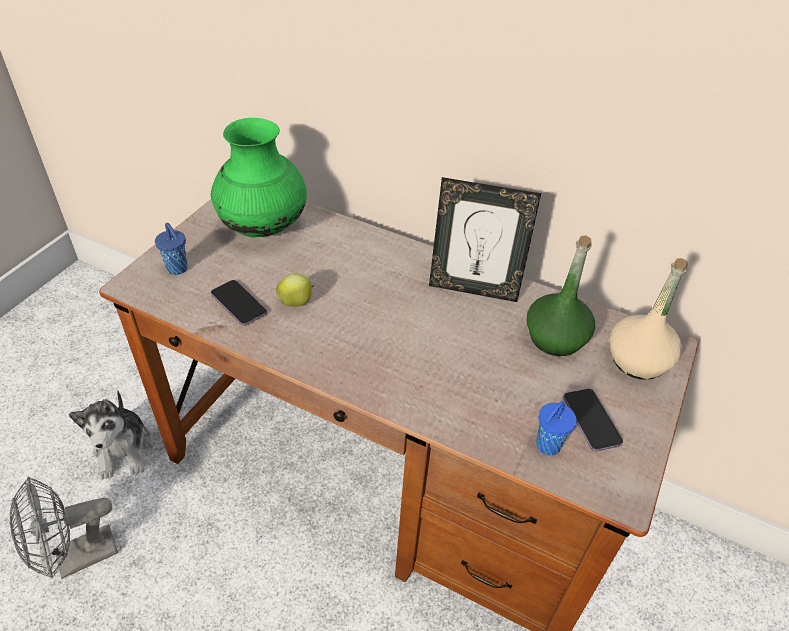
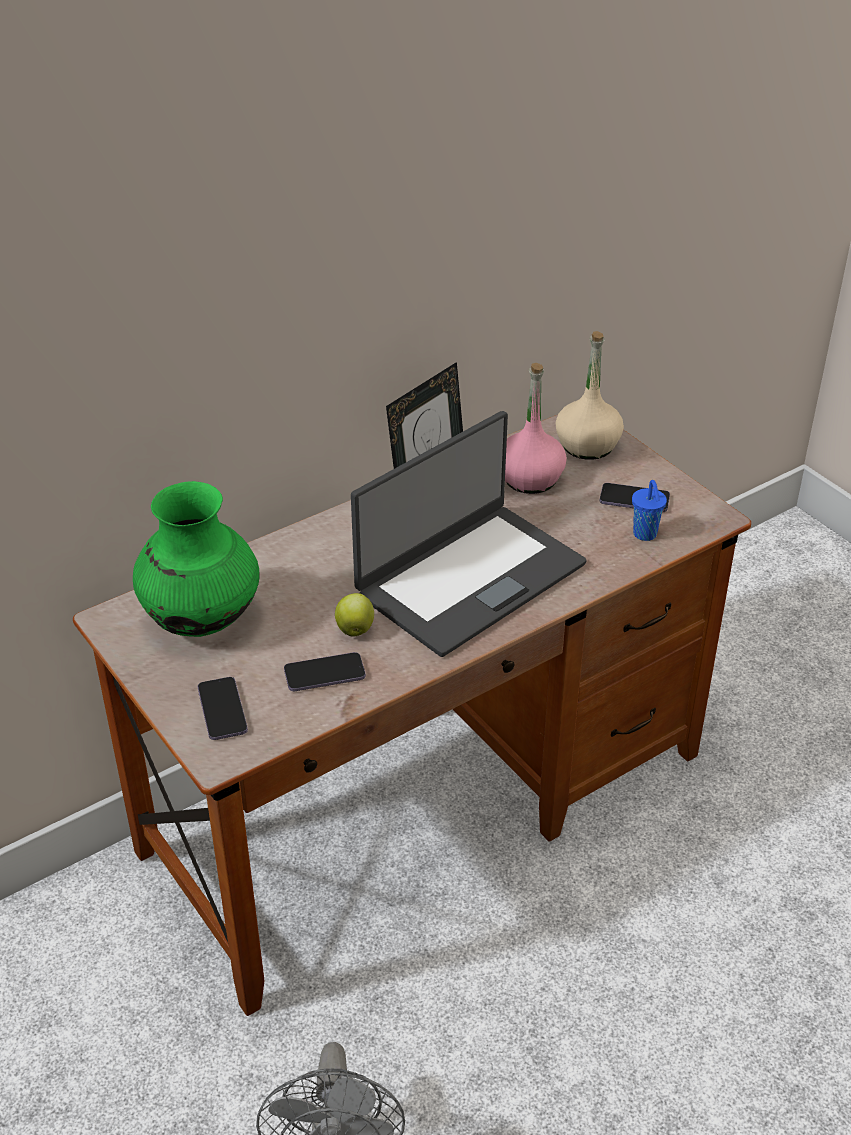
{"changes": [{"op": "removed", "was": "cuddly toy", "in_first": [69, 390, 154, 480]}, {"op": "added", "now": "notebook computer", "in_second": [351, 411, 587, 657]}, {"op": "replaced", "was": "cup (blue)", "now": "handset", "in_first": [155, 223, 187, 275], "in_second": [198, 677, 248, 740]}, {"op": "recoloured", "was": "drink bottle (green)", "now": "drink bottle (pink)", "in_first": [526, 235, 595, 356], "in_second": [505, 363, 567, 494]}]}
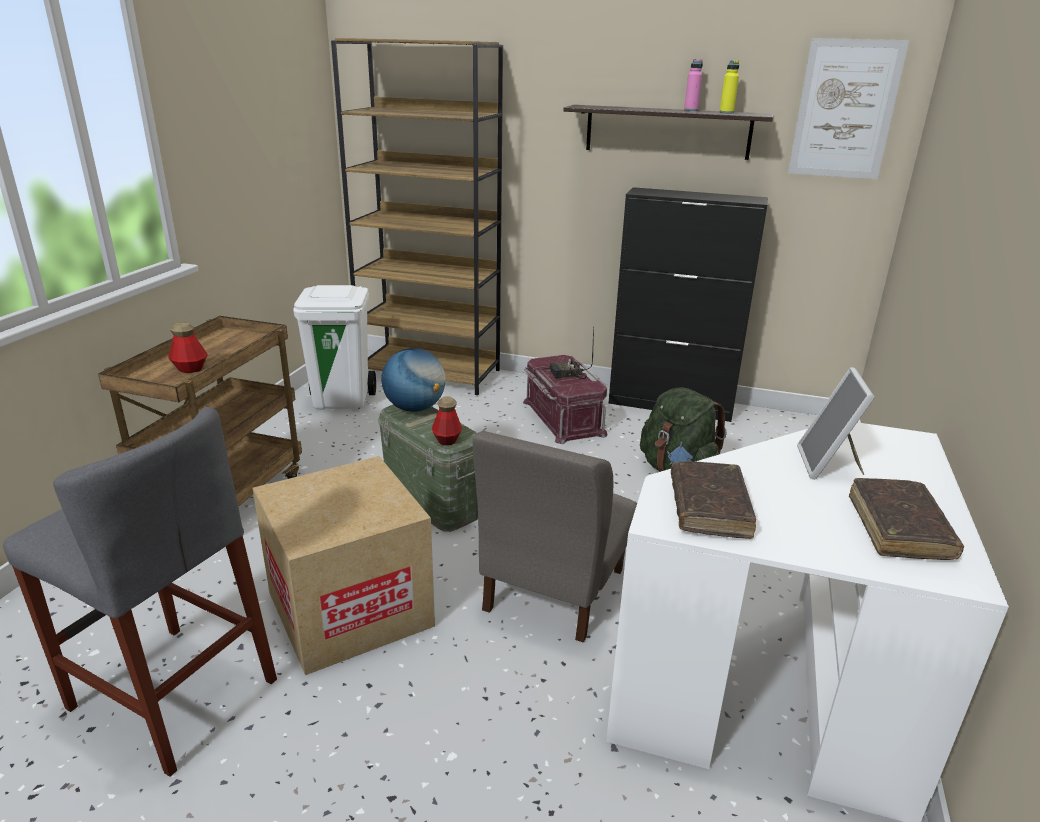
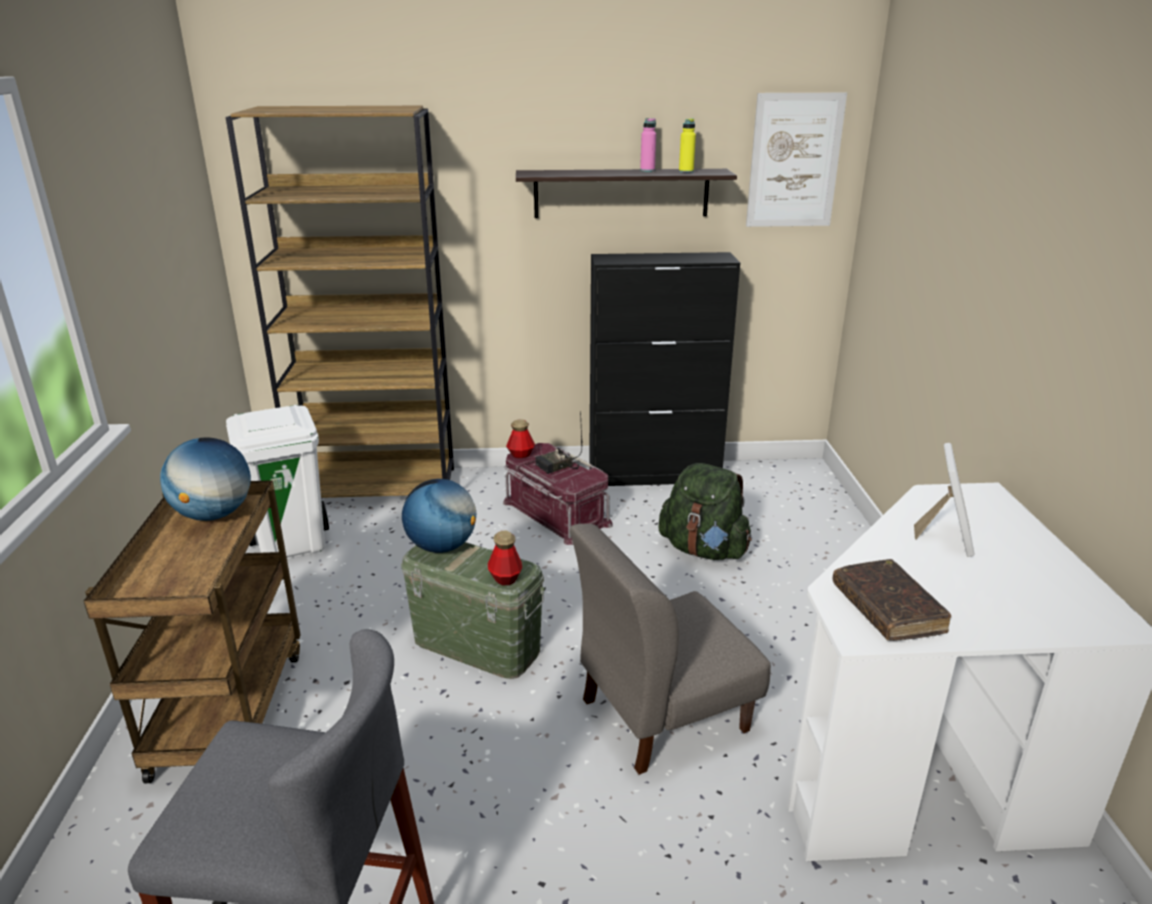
{"changes": [{"op": "removed", "was": "carton", "in_first": [253, 456, 435, 675]}, {"op": "removed", "was": "bound book (brown)", "in_first": [849, 478, 964, 560]}, {"op": "added", "now": "desk globe", "in_second": [160, 437, 251, 521]}, {"op": "moved", "was": "drink bottle", "in_first": [168, 322, 208, 373], "in_second": [506, 419, 535, 458]}, {"op": "turned", "was": "plain chair (gray)", "in_first": [473, 431, 637, 643], "in_second": [570, 524, 771, 775], "clockwise": 60}, {"op": "turned", "was": "photo frame", "in_first": [797, 367, 875, 480], "in_second": [914, 443, 975, 557], "clockwise": -150}]}
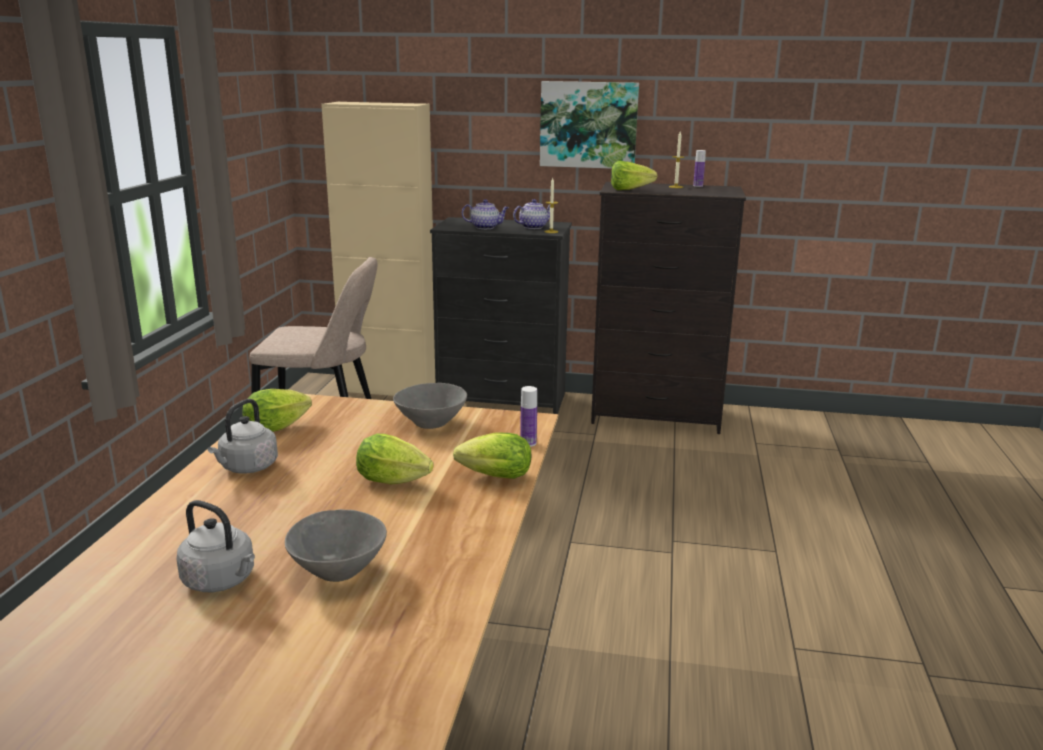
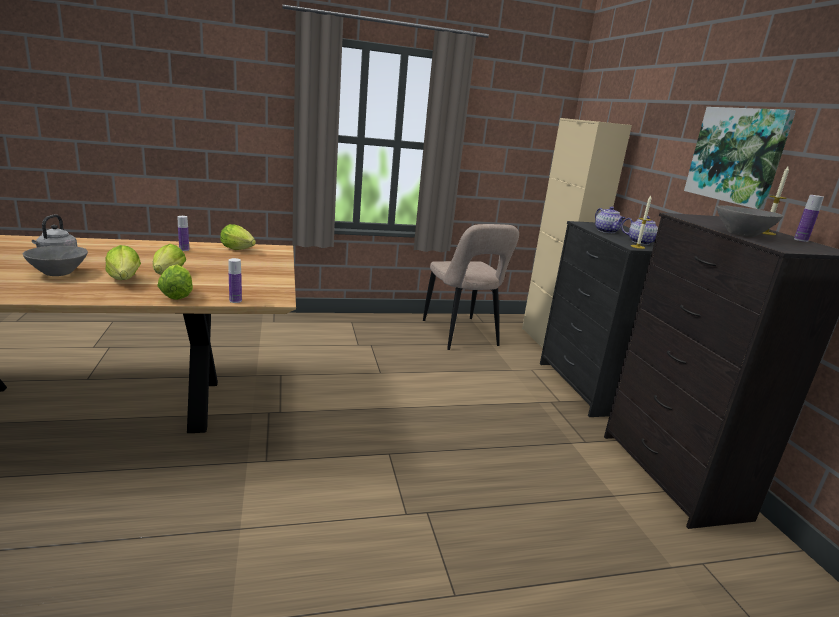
{"changes": [{"op": "moved", "was": "serving bowl (gray)", "in_first": [393, 383, 467, 429], "in_second": [716, 205, 783, 237]}, {"op": "moved", "was": "lettuce head", "in_first": [611, 161, 657, 190], "in_second": [105, 245, 141, 280]}, {"op": "replaced", "was": "water kettle (gray)", "now": "drink bottle", "in_first": [208, 399, 278, 473], "in_second": [178, 216, 189, 251]}]}
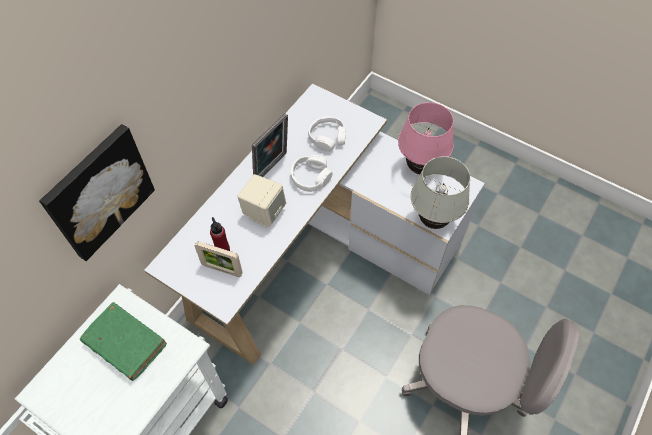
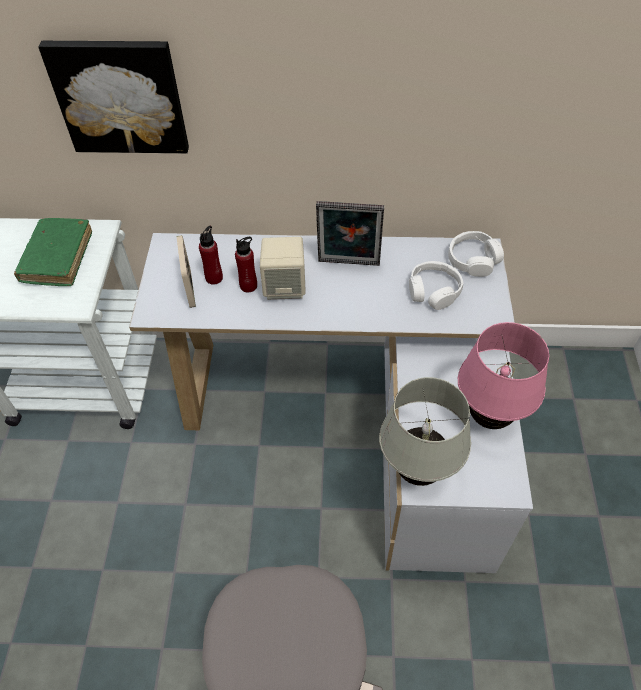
{"changes": [{"op": "added", "now": "drink bottle (reddish)", "in_second": [235, 237, 257, 292]}, {"op": "moved", "was": "headphones (whitish)", "in_first": [291, 155, 332, 192], "in_second": [448, 231, 504, 277]}]}
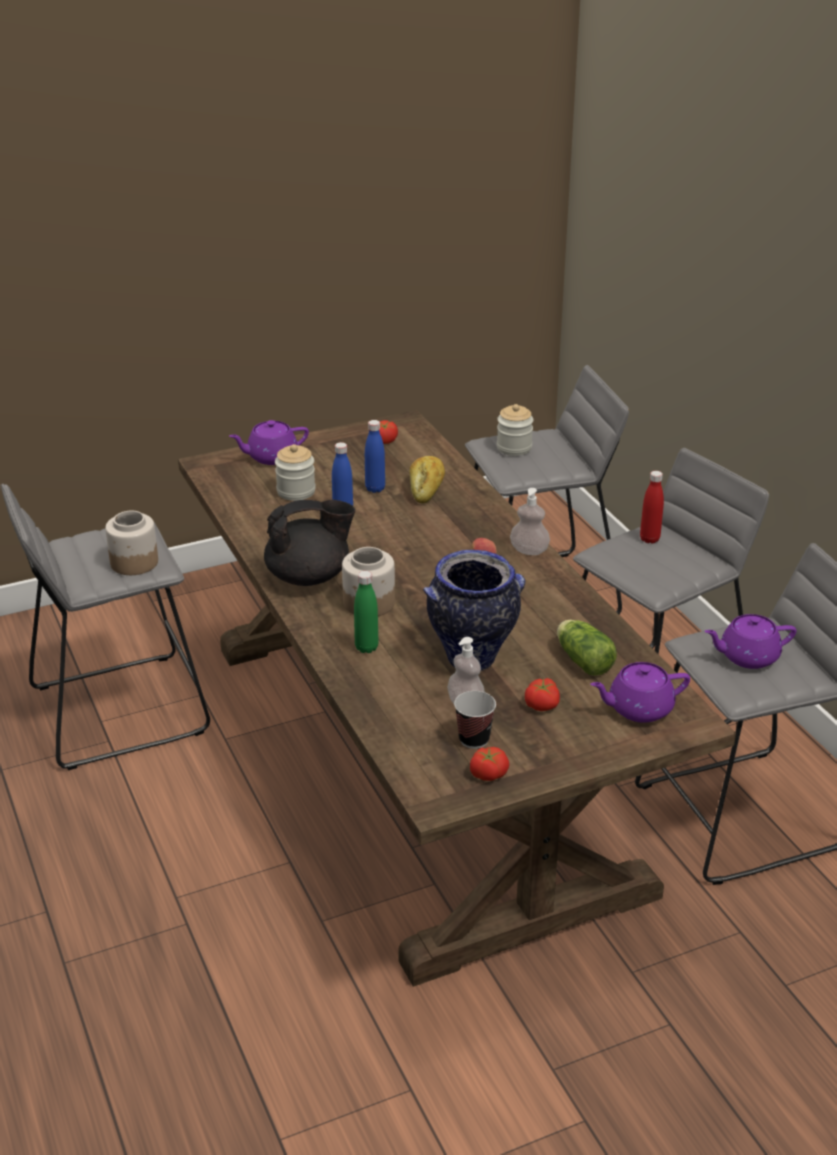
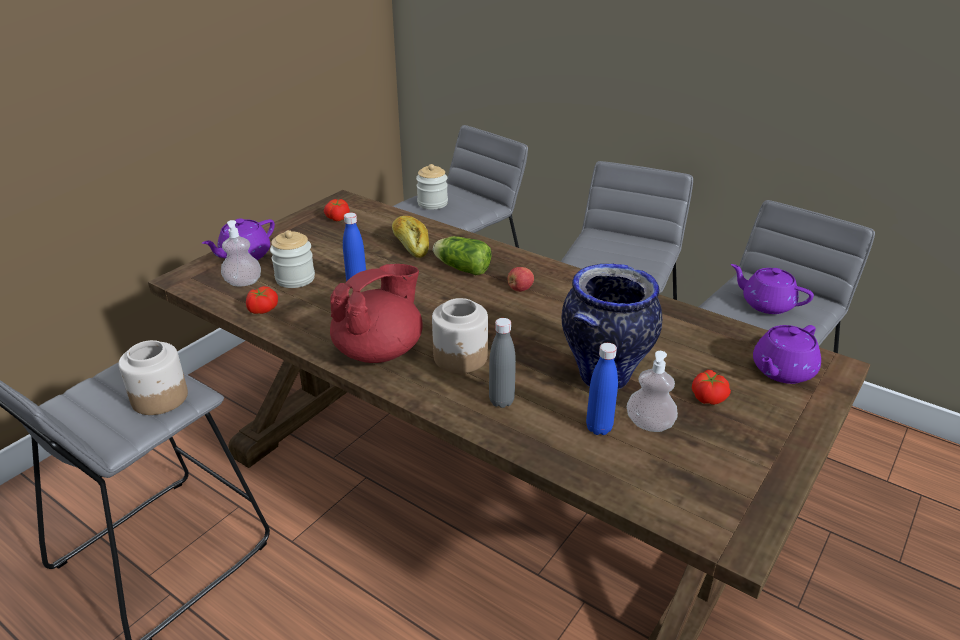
{"changes": [{"op": "removed", "was": "cup", "in_first": [454, 691, 496, 749]}, {"op": "removed", "was": "drink bottle (reddish)", "in_first": [640, 471, 664, 543]}, {"op": "moved", "was": "drink bottle (blue)", "in_first": [365, 420, 385, 493], "in_second": [586, 343, 618, 435]}, {"op": "moved", "was": "tomato", "in_first": [470, 747, 509, 781], "in_second": [246, 286, 278, 314]}, {"op": "moved", "was": "liquid soap bottle", "in_first": [510, 488, 550, 555], "in_second": [221, 220, 261, 286]}, {"op": "moved", "was": "lettuce head", "in_first": [557, 620, 617, 675], "in_second": [433, 236, 492, 275]}, {"op": "recoloured", "was": "tea pot (blackish)", "now": "tea pot (reddish)", "in_first": [264, 500, 355, 586], "in_second": [330, 264, 423, 363]}, {"op": "recoloured", "was": "drink bottle (green)", "now": "drink bottle (gray)", "in_first": [354, 571, 379, 653], "in_second": [489, 318, 516, 408]}, {"op": "turned", "was": "tea pot (purplish)", "in_first": [704, 614, 796, 669], "in_second": [731, 264, 814, 314], "clockwise": 75}]}
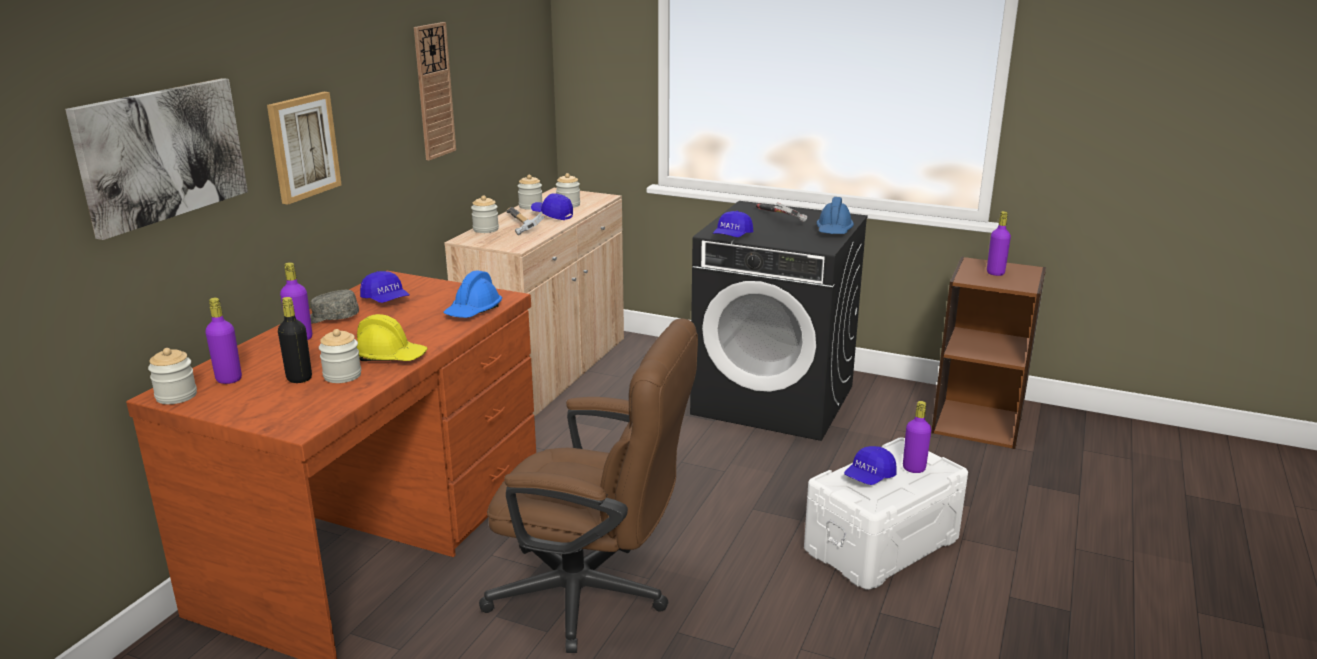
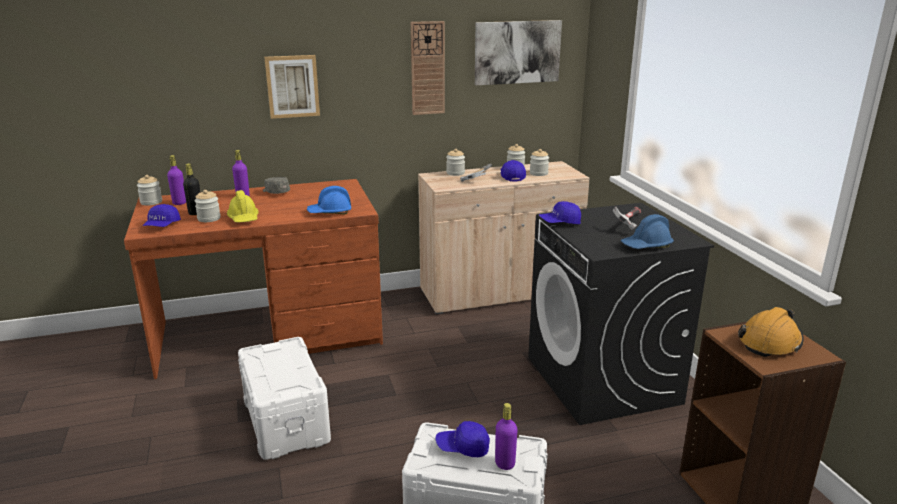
{"changes": [{"op": "moved", "was": "picture", "in_first": [65, 78, 248, 240], "in_second": [475, 20, 562, 85]}, {"op": "moved", "was": "cap (blue)", "in_first": [360, 271, 410, 303], "in_second": [143, 204, 181, 227]}, {"op": "replaced", "was": "office chair (brown)", "now": "storage container (whitish)", "in_first": [479, 318, 698, 653], "in_second": [238, 337, 331, 460]}, {"op": "replaced", "was": "drink bottle (purplish)", "now": "safety helmet (orange-coloured)", "in_first": [987, 211, 1011, 276], "in_second": [738, 307, 804, 357]}]}
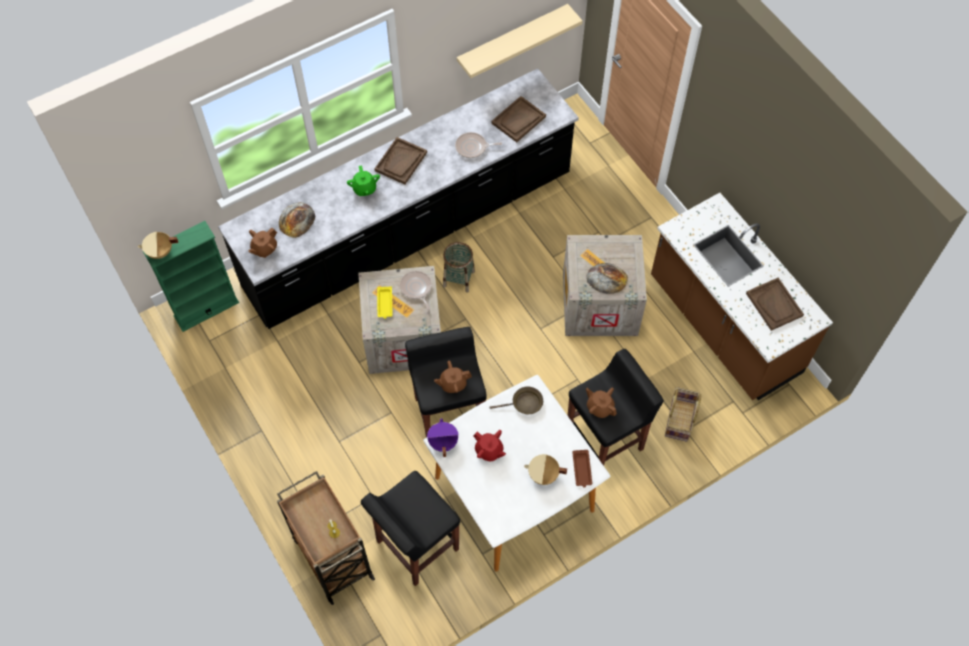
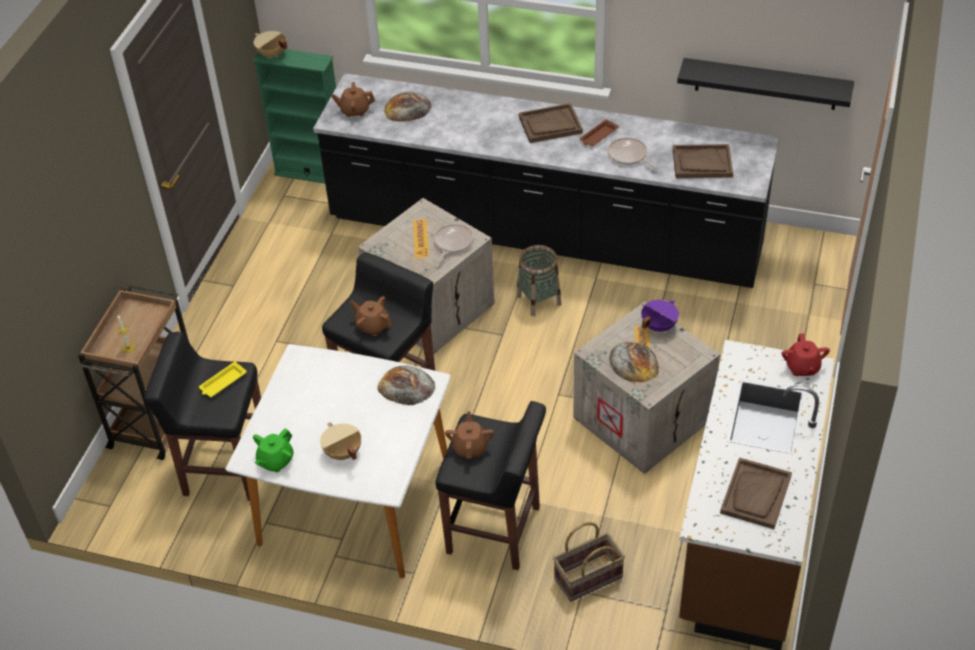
{"changes": [{"op": "moved", "was": "tea pot (green)", "in_first": [347, 165, 380, 196], "in_second": [253, 428, 294, 473]}, {"op": "moved", "was": "carrying tray (yellowish)", "in_first": [377, 287, 392, 319], "in_second": [199, 361, 247, 397]}, {"op": "moved", "was": "saucepot (purplish)", "in_first": [427, 418, 459, 457], "in_second": [641, 300, 679, 332]}, {"op": "moved", "was": "tea pot (reddish)", "in_first": [474, 430, 506, 461], "in_second": [782, 333, 830, 376]}, {"op": "moved", "was": "carrying tray (brown)", "in_first": [572, 450, 592, 488], "in_second": [580, 119, 619, 147]}, {"op": "replaced", "was": "frying pan (brown)", "now": "bakery bread", "in_first": [489, 387, 543, 414], "in_second": [377, 366, 435, 405]}, {"op": "recoloured", "was": "wall shelf (sand-coloured)", "now": "wall shelf (blackish)", "in_first": [457, 4, 583, 78], "in_second": [677, 58, 854, 110]}]}
